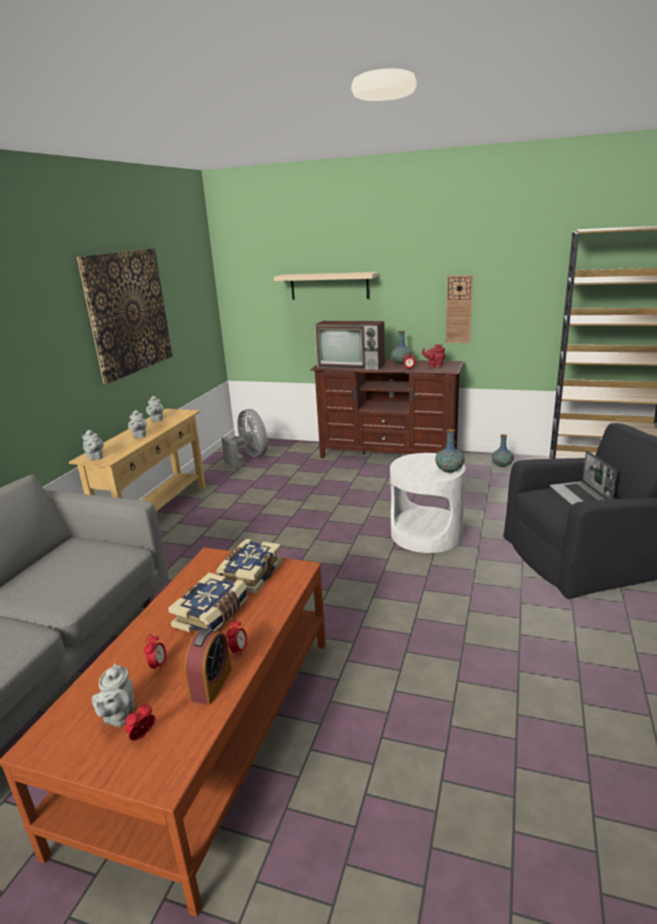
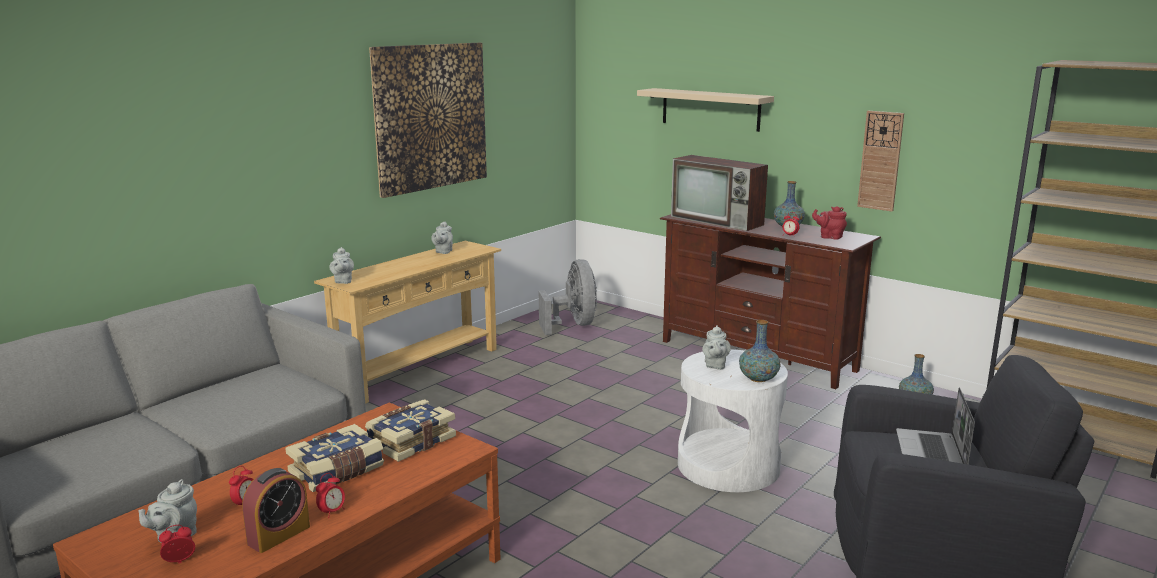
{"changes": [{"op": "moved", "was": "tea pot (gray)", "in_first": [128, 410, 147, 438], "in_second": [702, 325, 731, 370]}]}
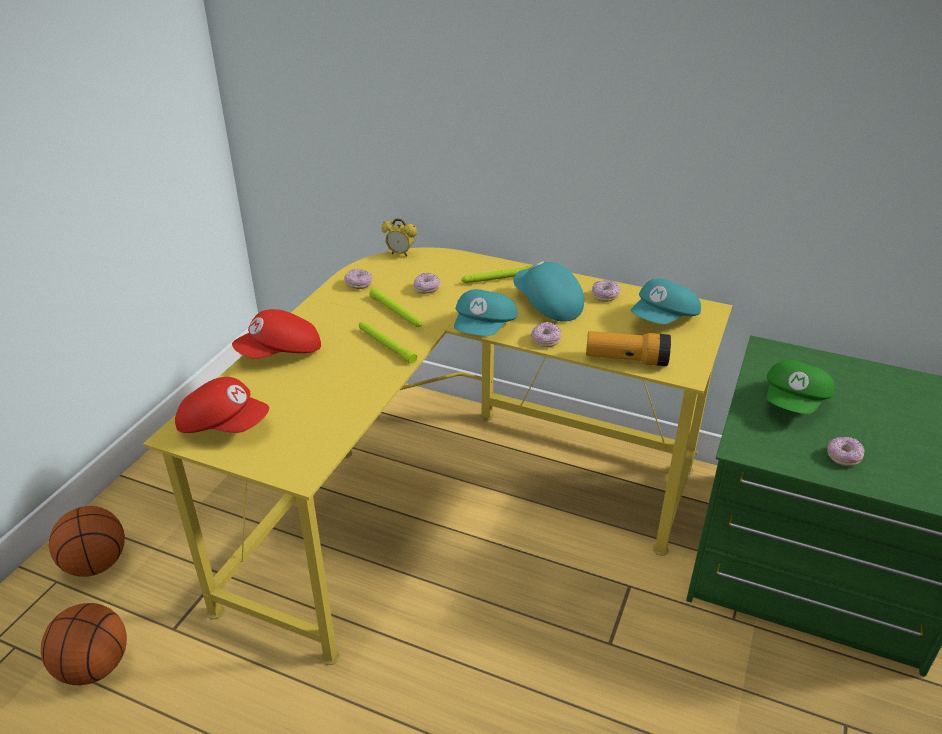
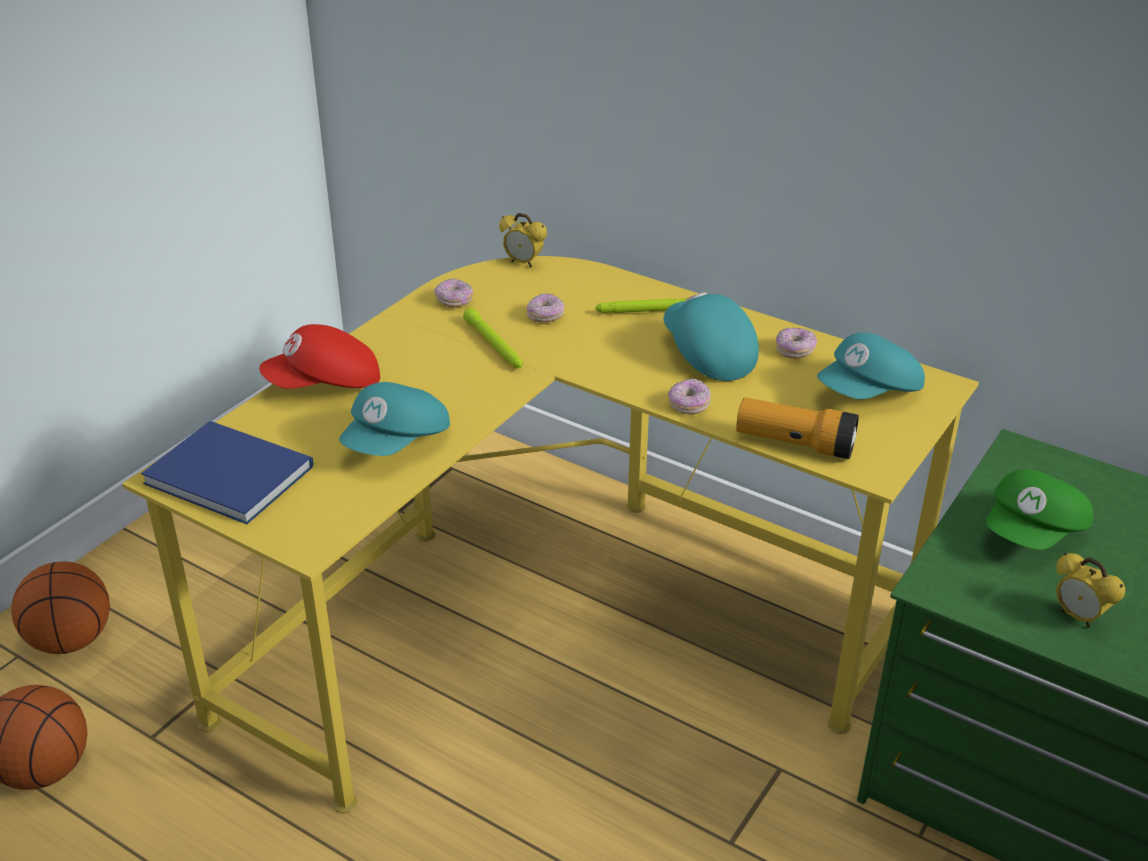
{"changes": [{"op": "removed", "was": "flashlight (green)", "in_first": [359, 322, 417, 364]}, {"op": "moved", "was": "cap (turquoise)", "in_first": [454, 289, 518, 336], "in_second": [339, 382, 450, 456]}, {"op": "replaced", "was": "cap (reddish)", "now": "bound book (blue)", "in_first": [175, 377, 269, 433], "in_second": [141, 421, 314, 524]}, {"op": "replaced", "was": "doughnut", "now": "bedside clock", "in_first": [827, 437, 865, 466], "in_second": [1056, 553, 1125, 628]}]}
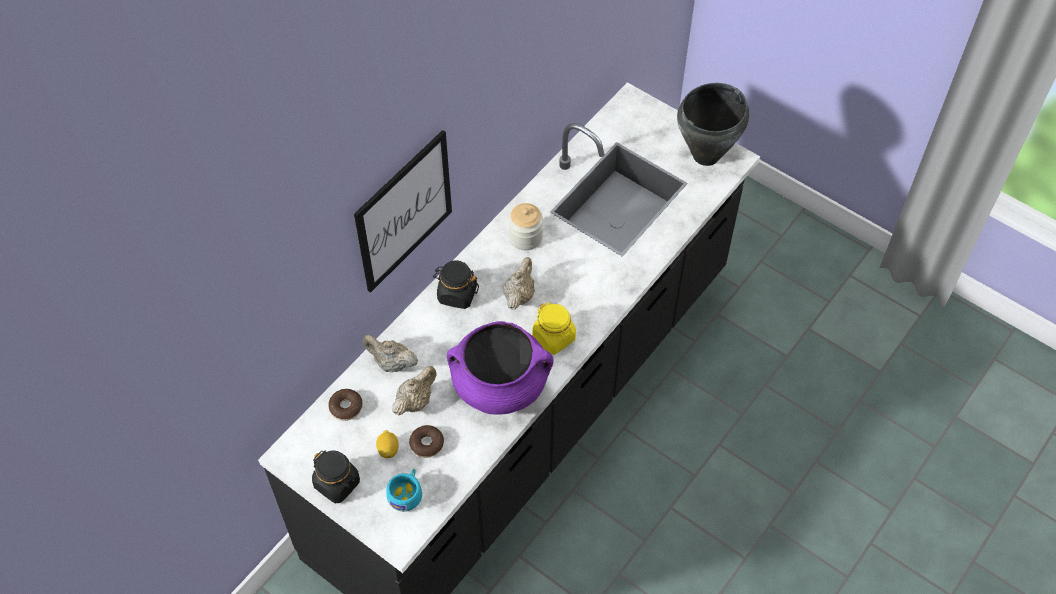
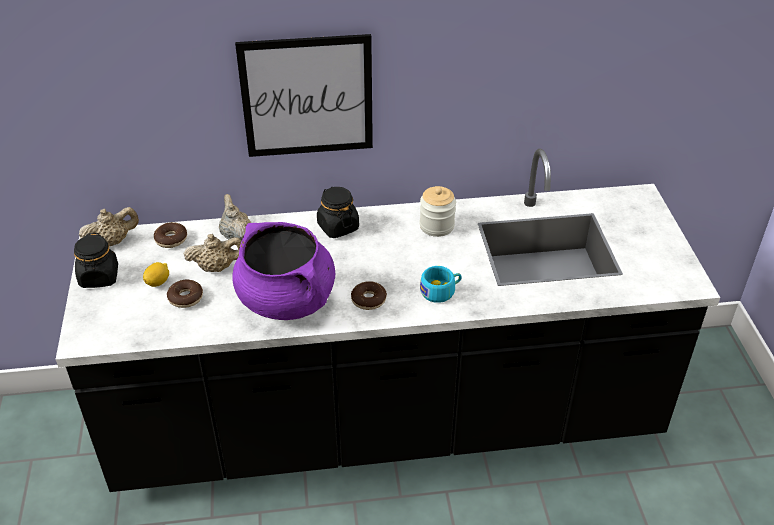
{"changes": [{"op": "removed", "was": "saucepot (blackish)", "in_first": [677, 83, 749, 166]}, {"op": "moved", "was": "cup (turquoise)", "in_first": [386, 469, 422, 512], "in_second": [420, 266, 462, 303]}, {"op": "moved", "was": "tea pot (sand-coloured)", "in_first": [503, 257, 535, 310], "in_second": [79, 207, 139, 246]}, {"op": "replaced", "was": "preserve jar (yellowish)", "now": "doughnut", "in_first": [533, 302, 576, 354], "in_second": [351, 281, 387, 310]}]}
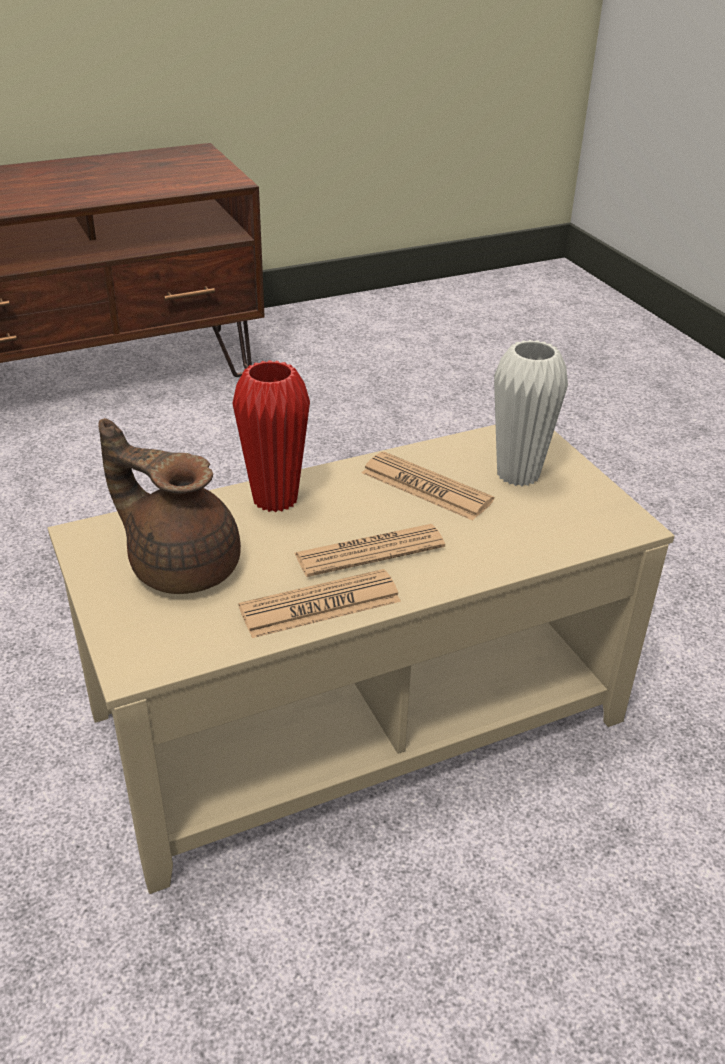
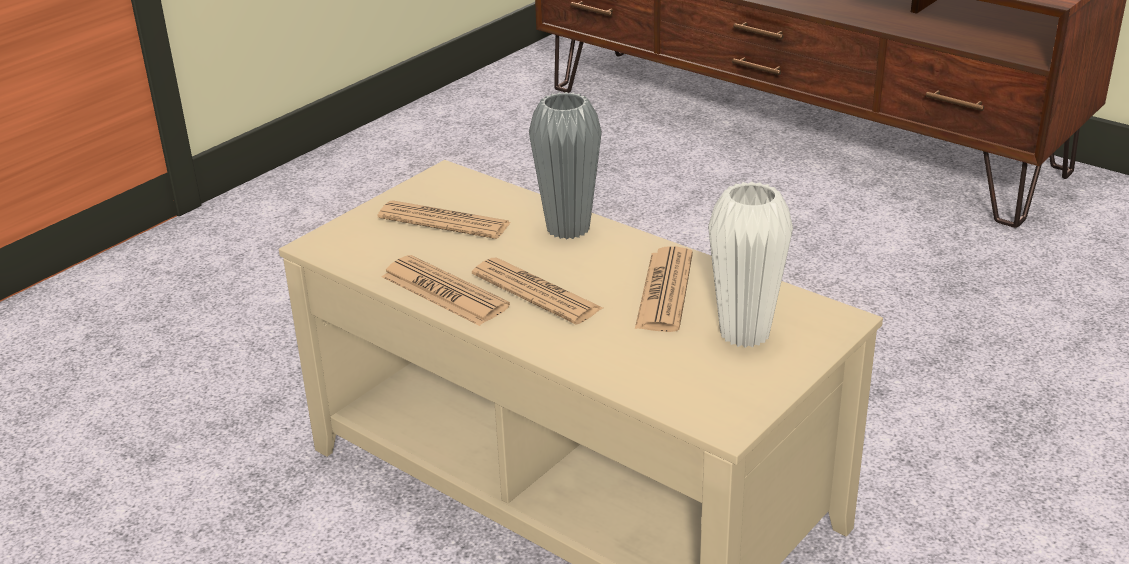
{"changes": [{"op": "replaced", "was": "tea pot (brown)", "now": "newspaper", "in_first": [98, 418, 241, 594], "in_second": [378, 200, 511, 239]}, {"op": "recoloured", "was": "vase (reddish)", "now": "vase (gray)", "in_first": [232, 360, 310, 512], "in_second": [529, 92, 602, 240]}]}
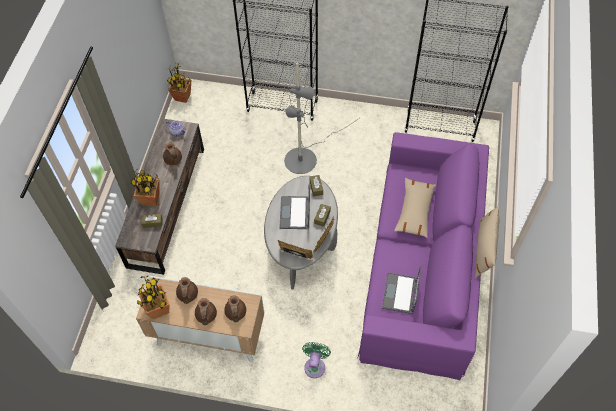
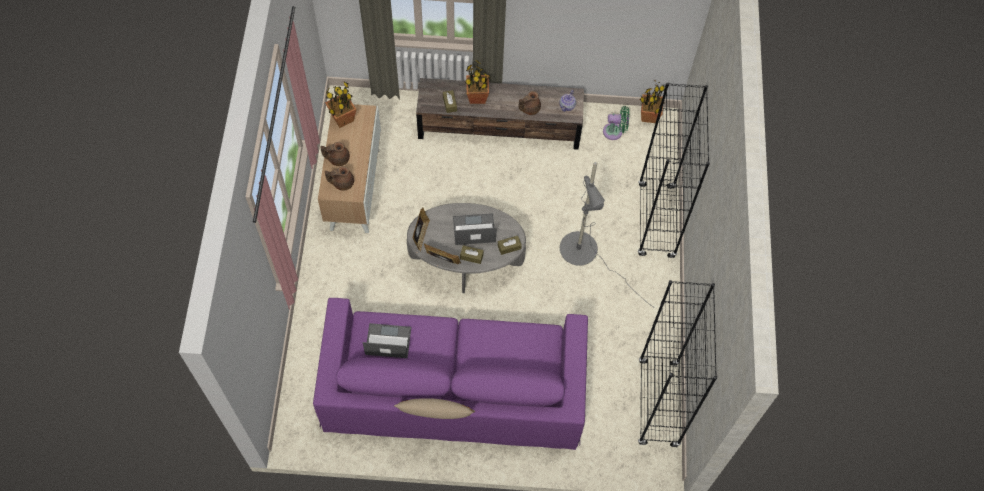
{"changes": [{"op": "removed", "was": "tea pot (brown)", "in_first": [176, 277, 198, 304]}, {"op": "removed", "was": "cushion (sand-coloured)", "in_first": [394, 178, 436, 238]}, {"op": "moved", "was": "cooling fan (green)", "in_first": [302, 342, 331, 378], "in_second": [603, 106, 629, 140]}]}
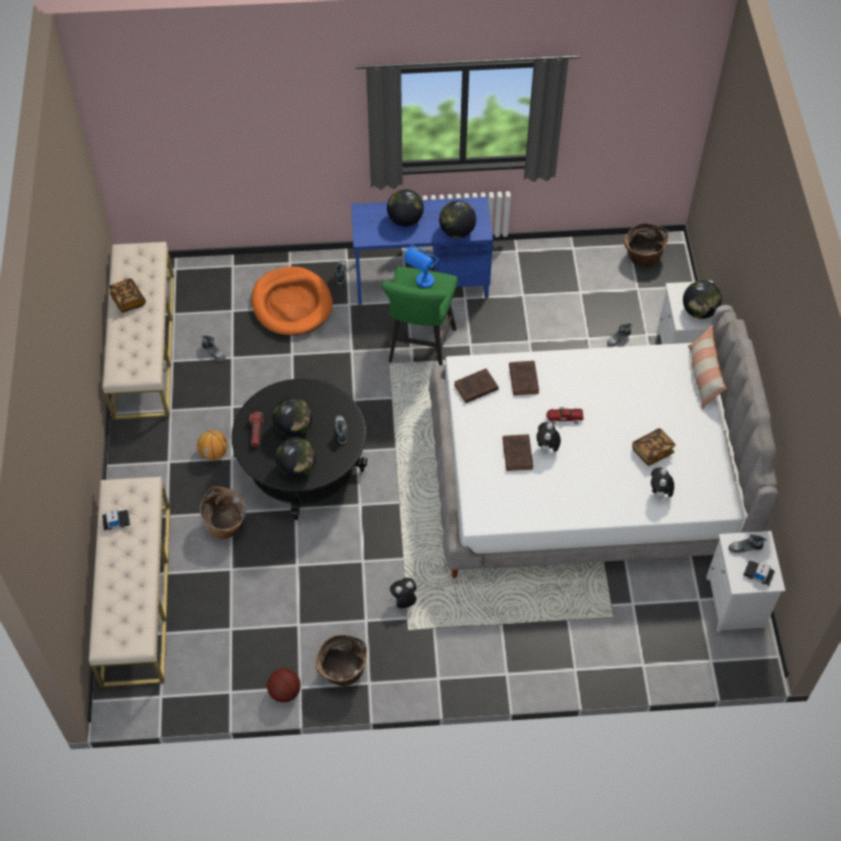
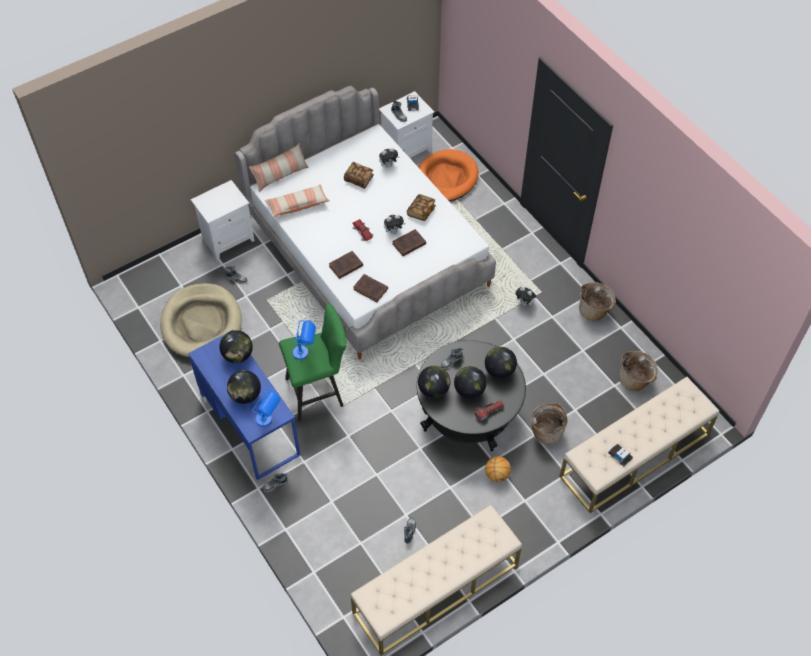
{"changes": [{"op": "removed", "was": "ball for basketball", "in_first": [267, 668, 301, 702]}, {"op": "added", "now": "dog bed (sand-coloured)", "in_second": [160, 283, 242, 357]}, {"op": "added", "now": "tabletop lamp (blue)", "in_second": [252, 388, 280, 427]}, {"op": "added", "now": "cushion", "in_second": [265, 184, 330, 218]}, {"op": "moved", "was": "bound book", "in_first": [109, 278, 146, 313], "in_second": [407, 194, 436, 221]}, {"op": "moved", "was": "dog bed (orange-coloured)", "in_first": [252, 266, 333, 336], "in_second": [418, 149, 479, 201]}, {"op": "moved", "was": "storage basket", "in_first": [624, 223, 669, 267], "in_second": [619, 351, 658, 391]}, {"op": "moved", "was": "desk globe", "in_first": [683, 280, 722, 319], "in_second": [418, 366, 450, 398]}]}
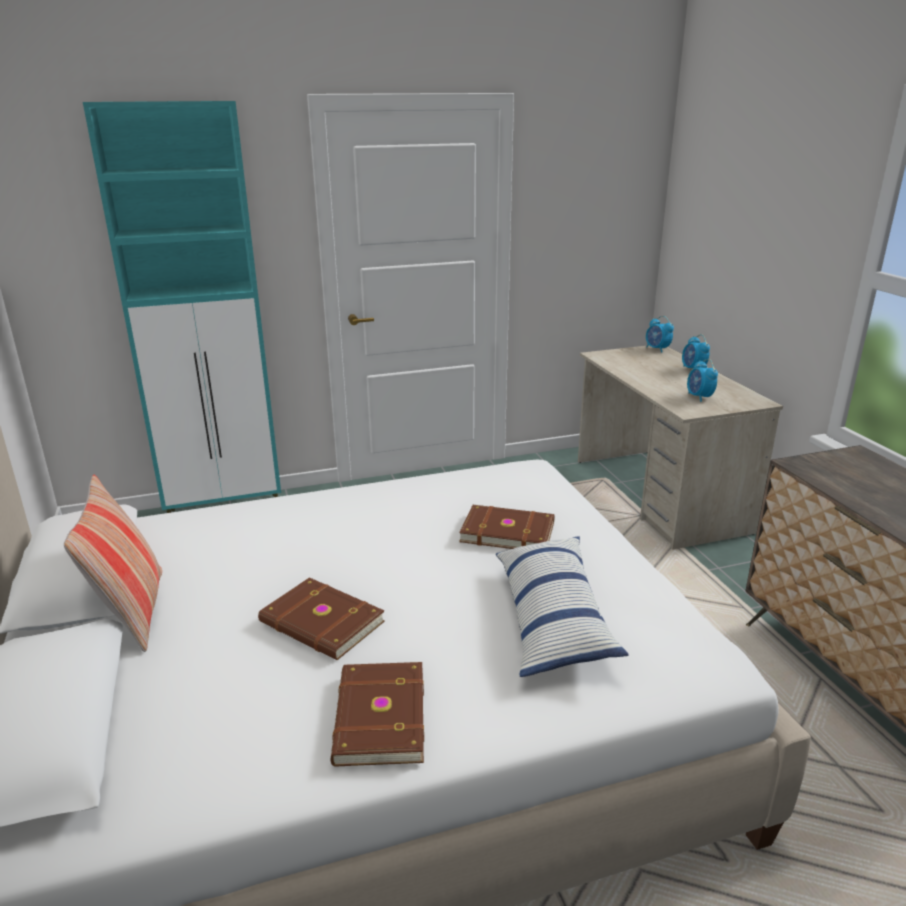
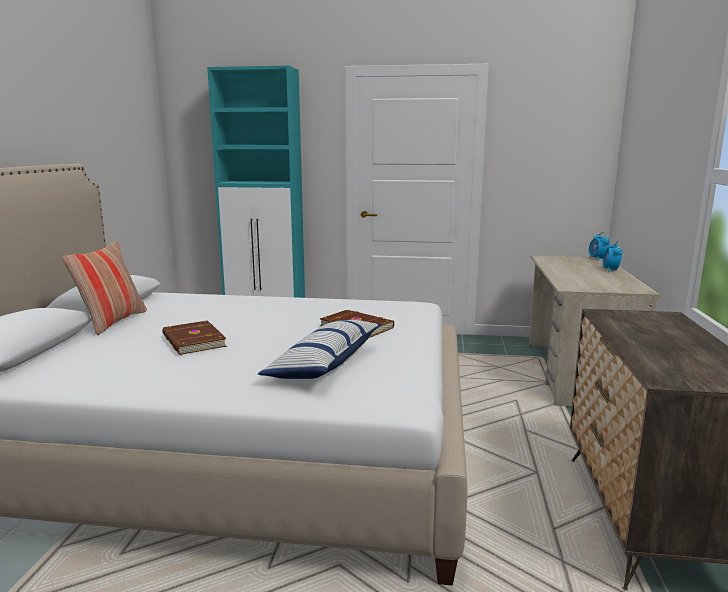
{"changes": [{"op": "removed", "was": "bound book (brown)", "in_first": [331, 662, 424, 767]}, {"op": "removed", "was": "bedside clock", "in_first": [687, 359, 718, 402]}]}
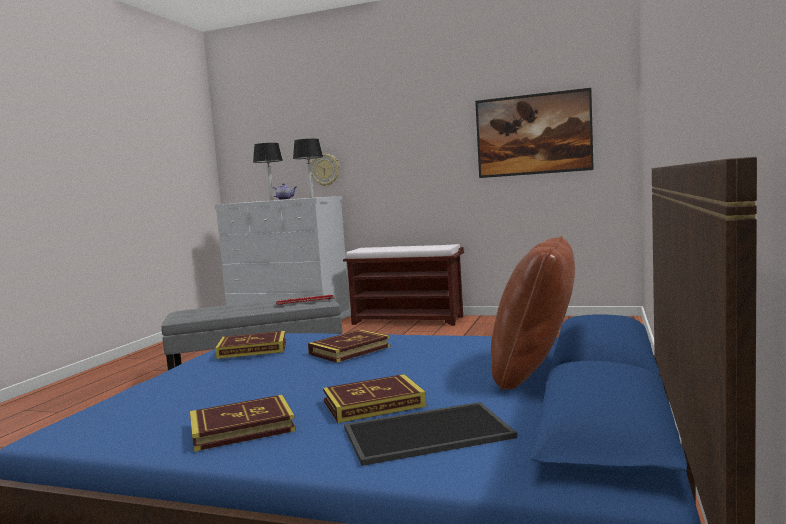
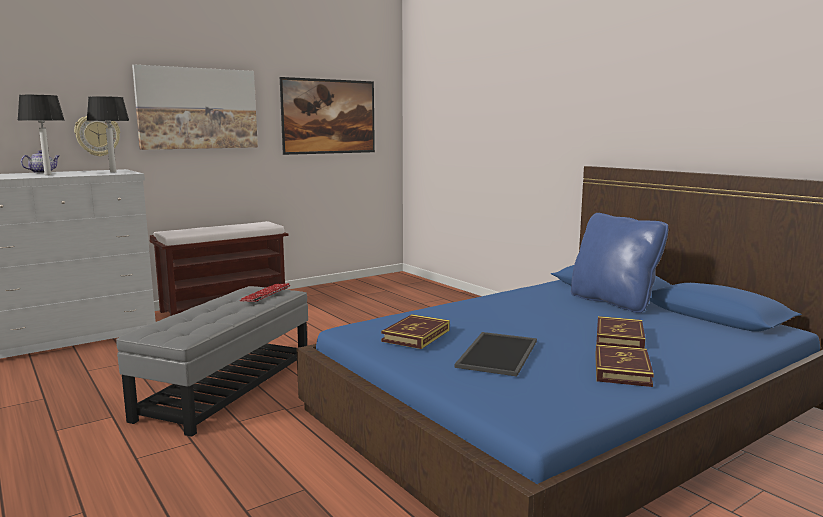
{"changes": [{"op": "removed", "was": "bound book", "in_first": [308, 330, 390, 363]}, {"op": "added", "now": "picture", "in_second": [132, 65, 258, 150]}, {"op": "moved", "was": "carrying tray", "in_first": [344, 402, 517, 466], "in_second": [454, 332, 537, 376]}, {"op": "recoloured", "was": "cushion (brown)", "now": "cushion (blue)", "in_first": [491, 236, 575, 391], "in_second": [571, 213, 668, 313]}]}
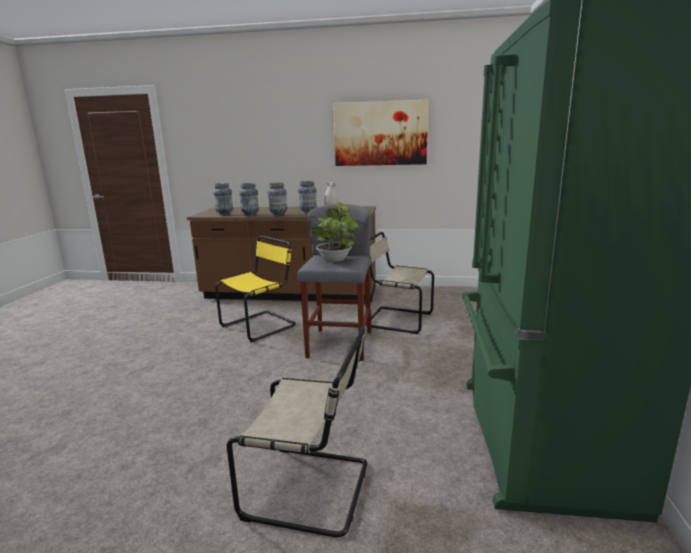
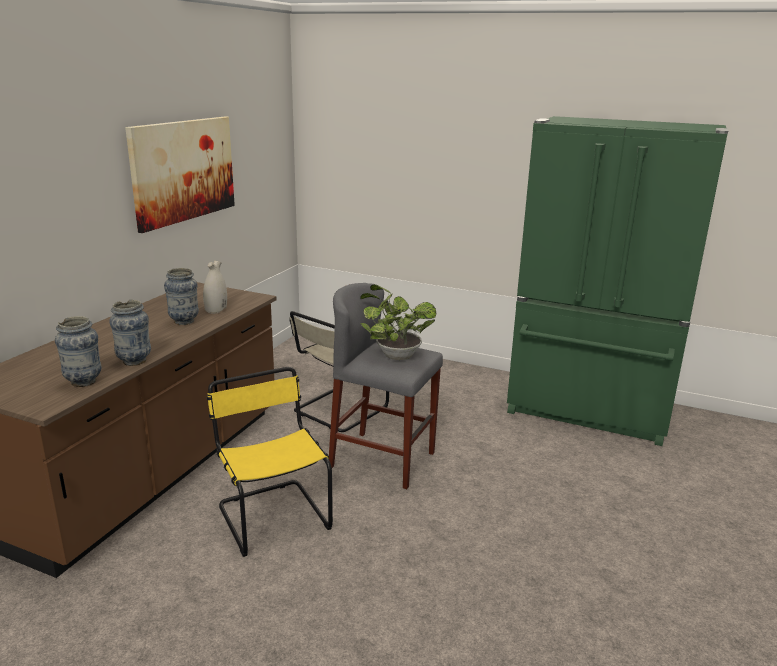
{"changes": [{"op": "removed", "was": "plain chair (sand-coloured)", "in_first": [227, 327, 367, 537]}, {"op": "removed", "was": "vase", "in_first": [268, 183, 287, 216]}]}
